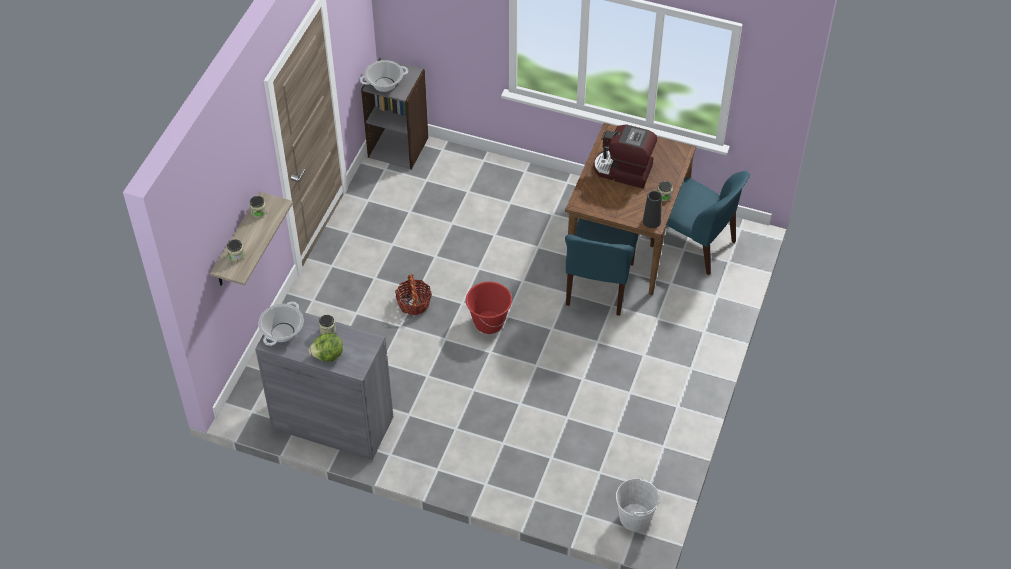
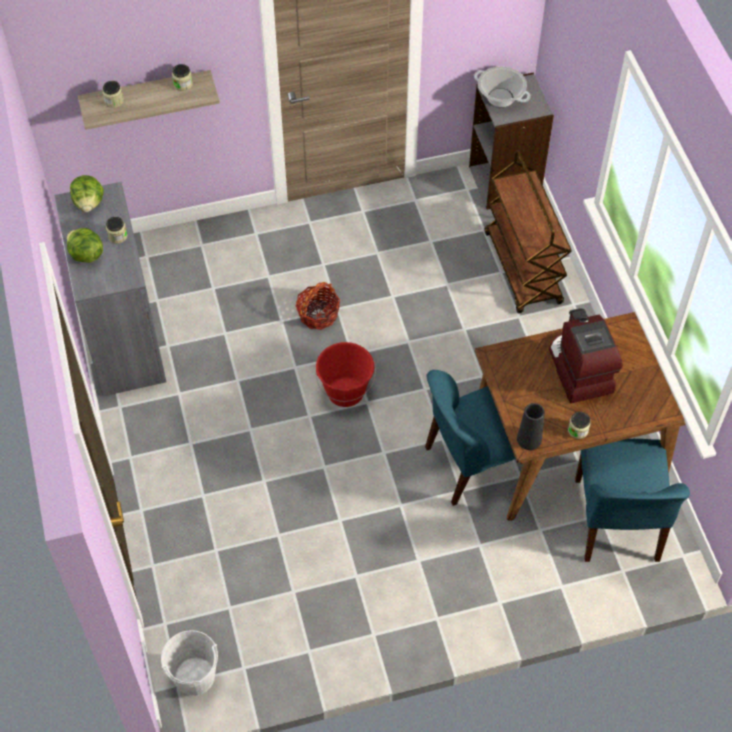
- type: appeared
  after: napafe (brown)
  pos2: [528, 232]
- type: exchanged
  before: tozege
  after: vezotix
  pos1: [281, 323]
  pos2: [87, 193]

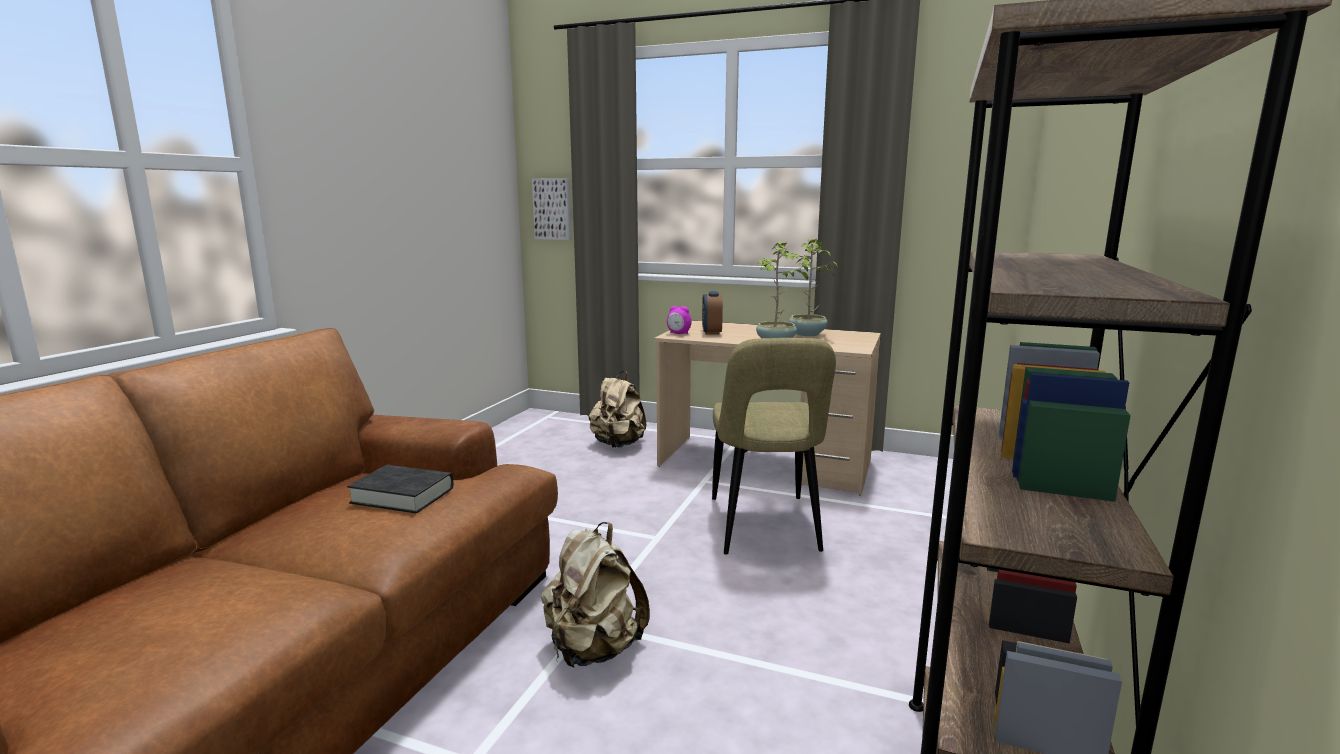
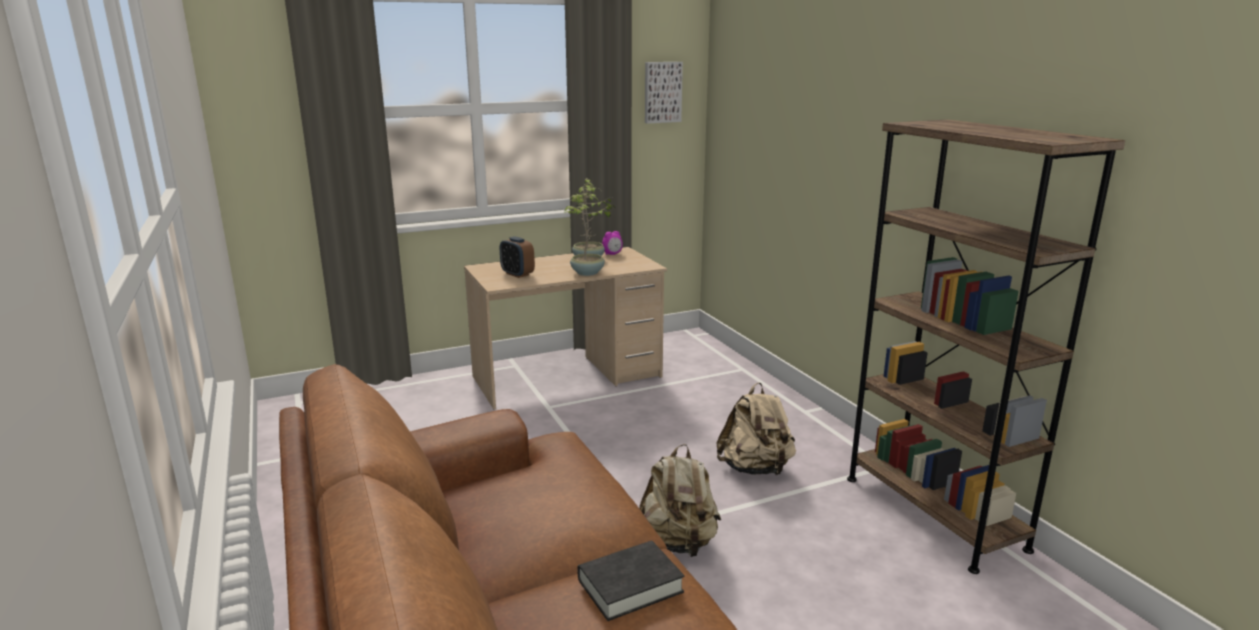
- type: missing
  before: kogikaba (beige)
  pos1: [774, 446]
- type: relocated
  before: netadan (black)
  pos1: [400, 489]
  pos2: [631, 581]
- type: relocated
  before: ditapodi
  pos1: [552, 209]
  pos2: [664, 93]
- type: relocated
  before: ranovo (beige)
  pos1: [617, 409]
  pos2: [756, 428]
- type: relocated
  before: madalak
  pos1: [679, 320]
  pos2: [612, 243]

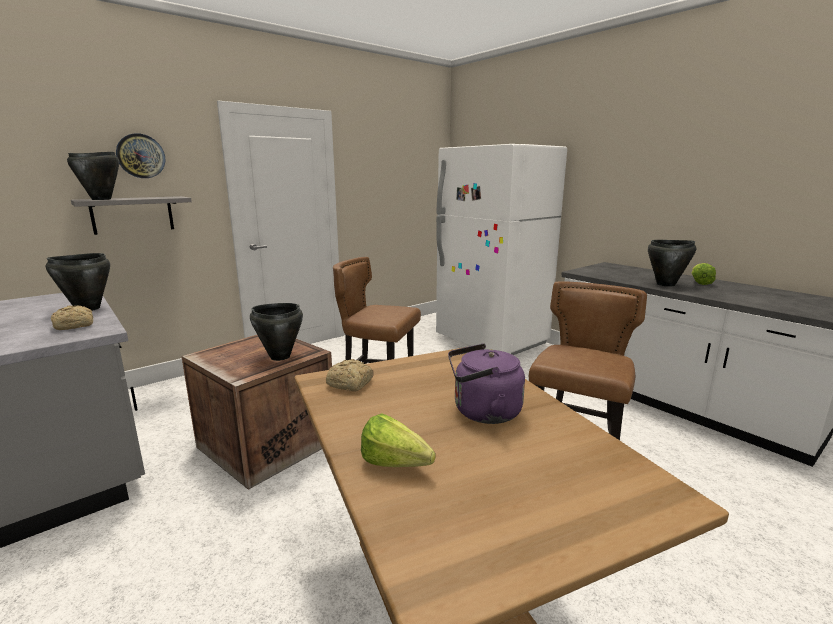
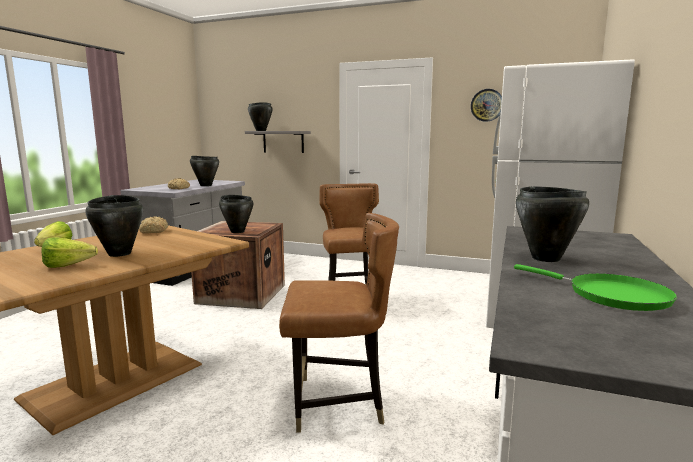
- type: appeared
  after: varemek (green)
  pos2: [595, 287]
- type: relocated
  before: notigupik
  pos1: [140, 155]
  pos2: [486, 105]
- type: relocated
  before: vezotix
  pos1: [704, 274]
  pos2: [69, 252]
- type: exchanged
  before: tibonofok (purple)
  after: tozege (black)
  pos1: [486, 384]
  pos2: [114, 226]

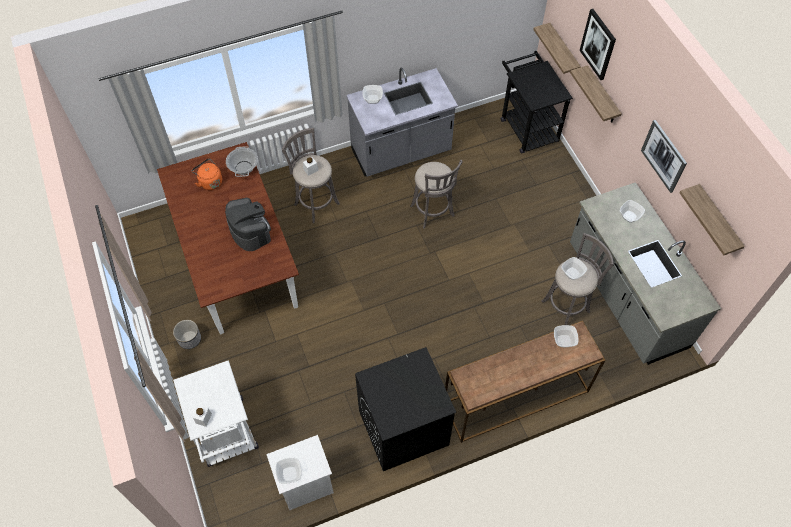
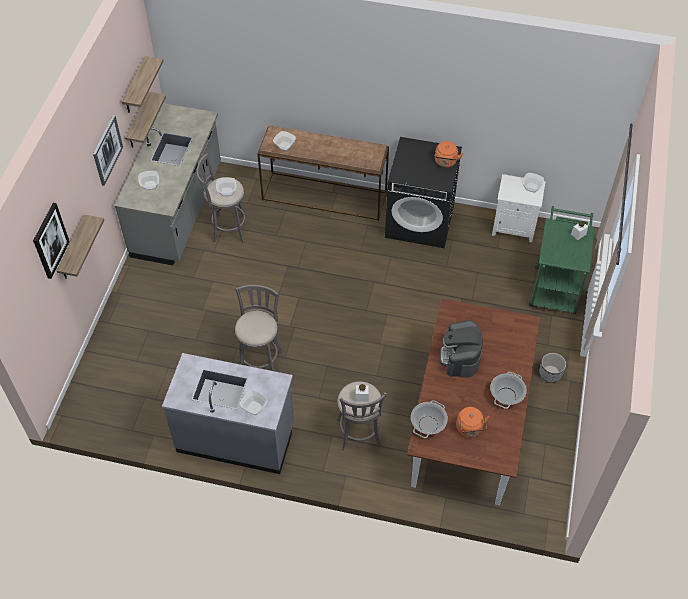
- type: missing
  before: napafe (black)
  pos1: [537, 102]
- type: appeared
  after: tibonofok (orange)
  pos2: [449, 154]
- type: appeared
  after: tozege
  pos2: [508, 390]
- type: relocated
  before: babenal
  pos1: [557, 50]
  pos2: [145, 120]
- type: colour
  before: napafe (white)
  after: napafe (green)
  pos1: [216, 413]
  pos2: [562, 260]

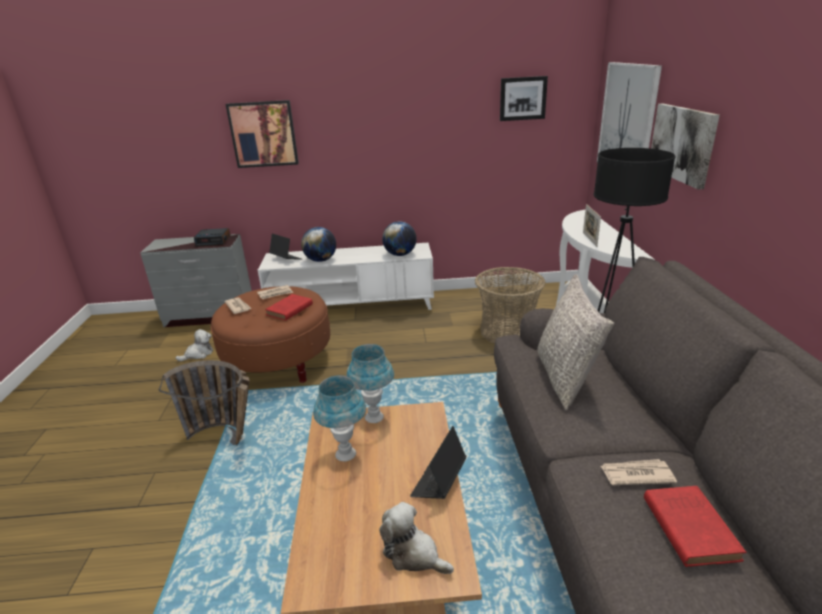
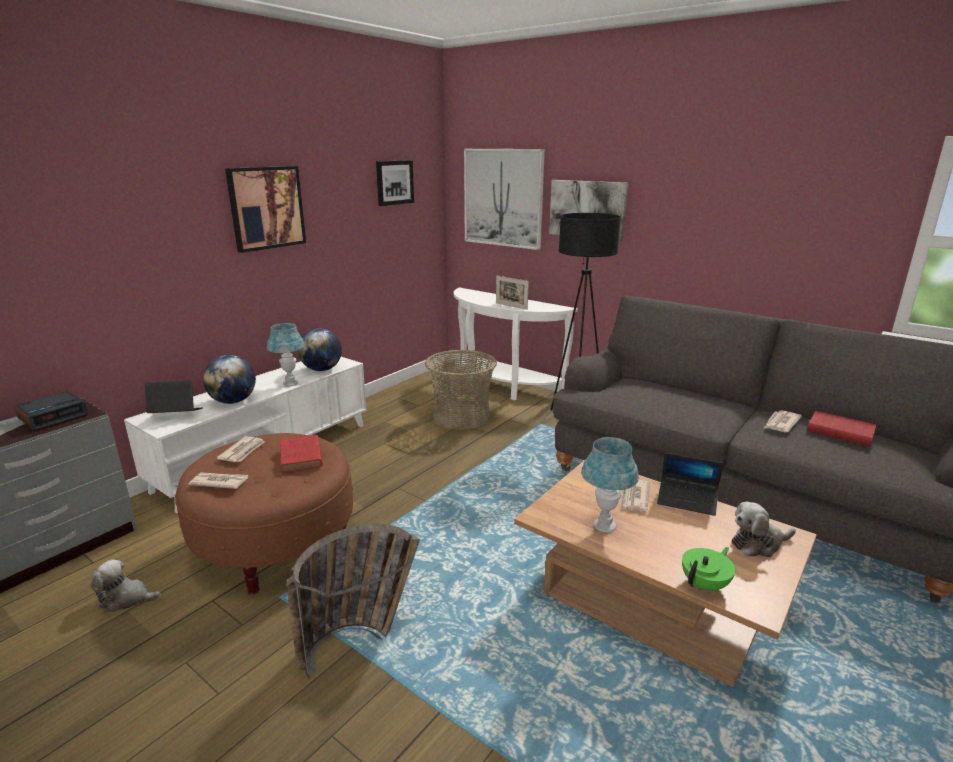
- type: missing
  before: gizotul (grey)
  pos1: [575, 342]
- type: appeared
  after: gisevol
  pos2: [635, 495]
- type: appeared
  after: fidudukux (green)
  pos2: [709, 570]
- type: relocated
  before: ditapodi
  pos1: [262, 134]
  pos2: [265, 209]
- type: relocated
  before: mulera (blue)
  pos1: [370, 383]
  pos2: [286, 354]
- type: spun
  before: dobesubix
  pos1: [194, 345]
  pos2: [125, 586]
  turn: -90
- type: spun
  before: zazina
  pos1: [438, 462]
  pos2: [690, 484]
  turn: -45

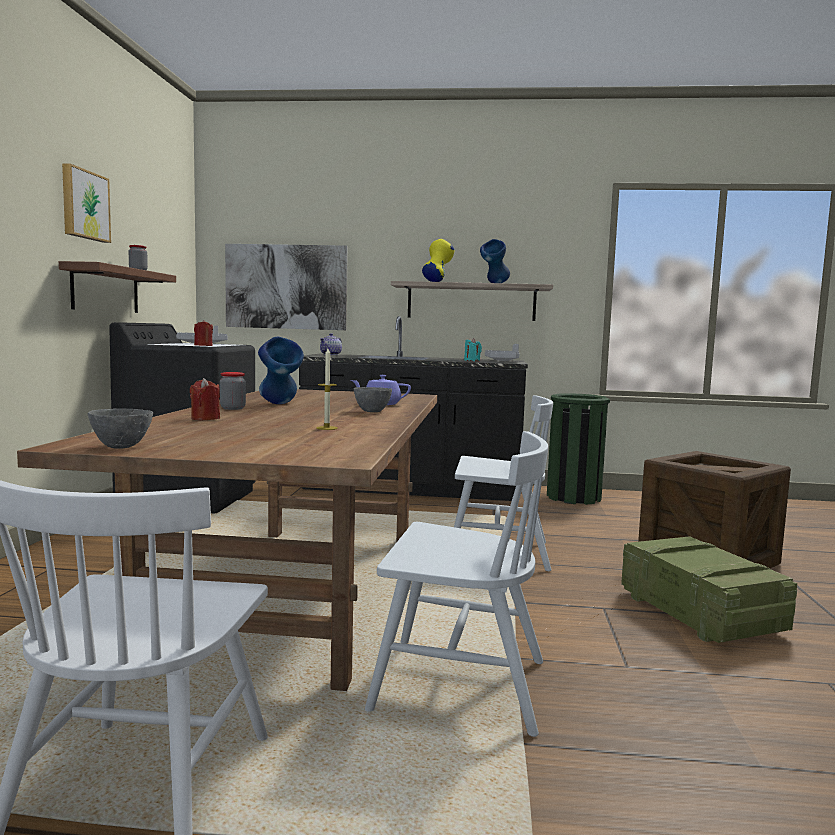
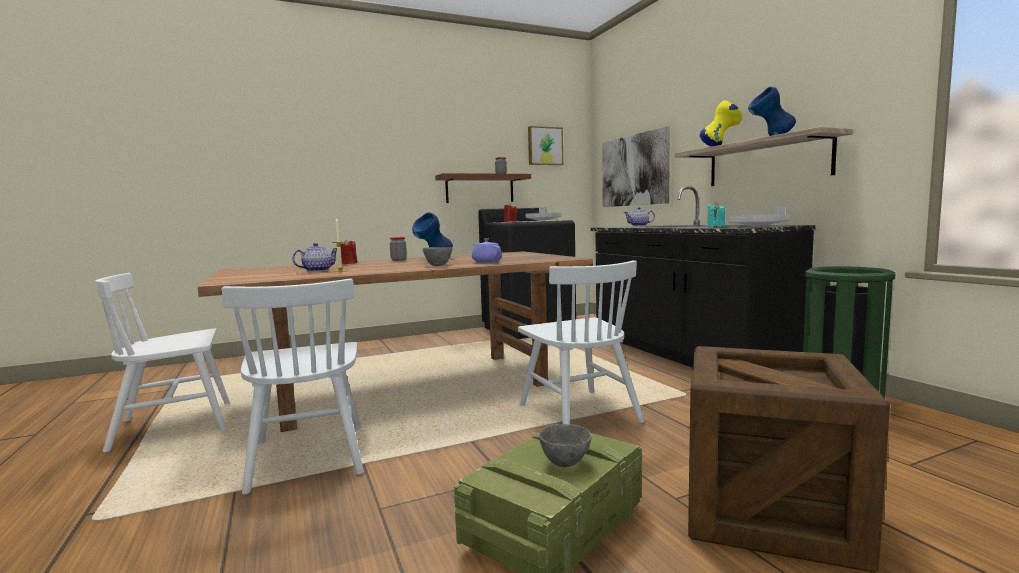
- type: appeared
  after: fidudukux
  pos2: [314, 257]
- type: relocated
  before: ditapodi
  pos1: [86, 203]
  pos2: [545, 145]
- type: relocated
  before: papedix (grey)
  pos1: [120, 428]
  pos2: [565, 445]

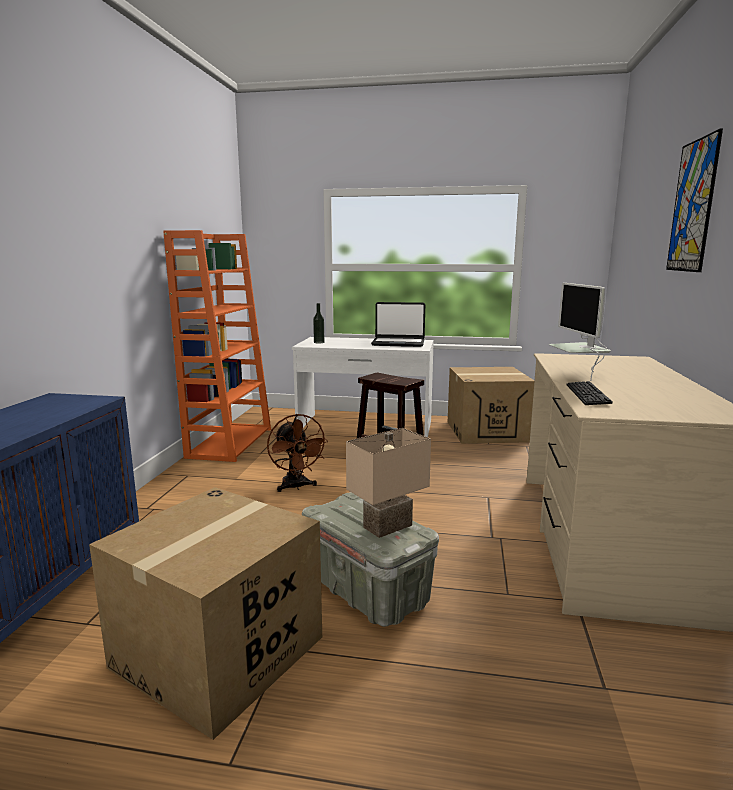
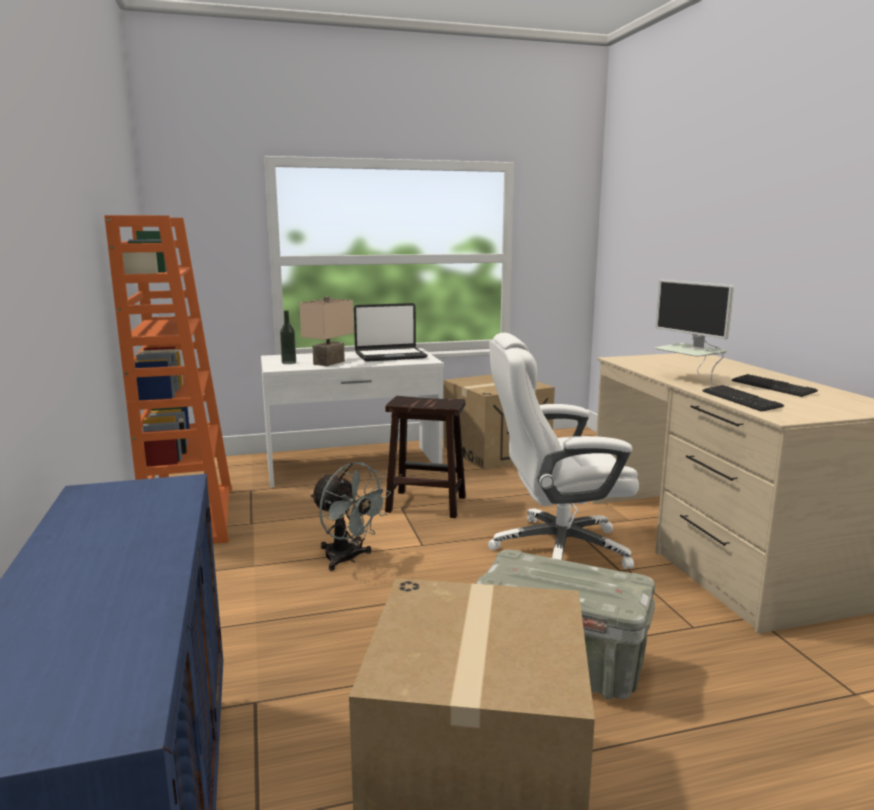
- type: missing
  before: ditapodi
  pos1: [694, 200]
- type: appeared
  after: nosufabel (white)
  pos2: [563, 451]
- type: appeared
  after: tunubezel
  pos2: [775, 385]
- type: relocated
  before: mulera (beige)
  pos1: [388, 483]
  pos2: [326, 331]
- type: colour
  before: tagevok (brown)
  after: tagevok (grey)
  pos1: [297, 453]
  pos2: [350, 516]

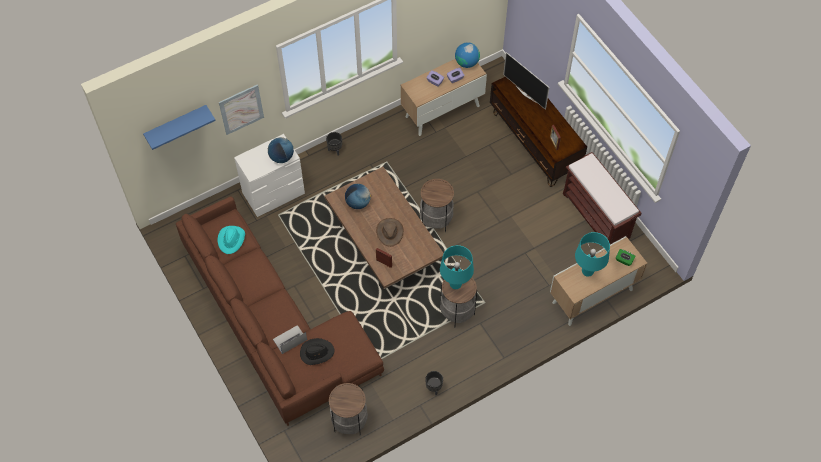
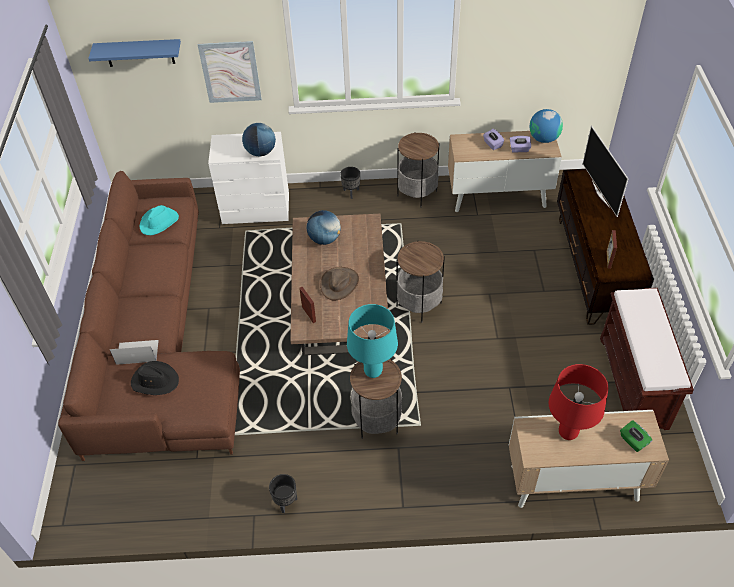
- type: relocated
  before: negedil
  pos1: [348, 409]
  pos2: [418, 170]
- type: colour
  before: mulera (turquoise)
  after: mulera (red)
  pos1: [592, 254]
  pos2: [578, 402]

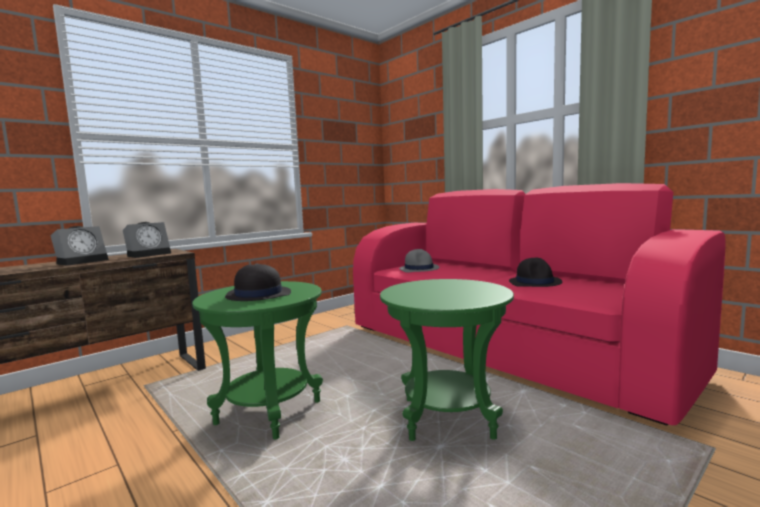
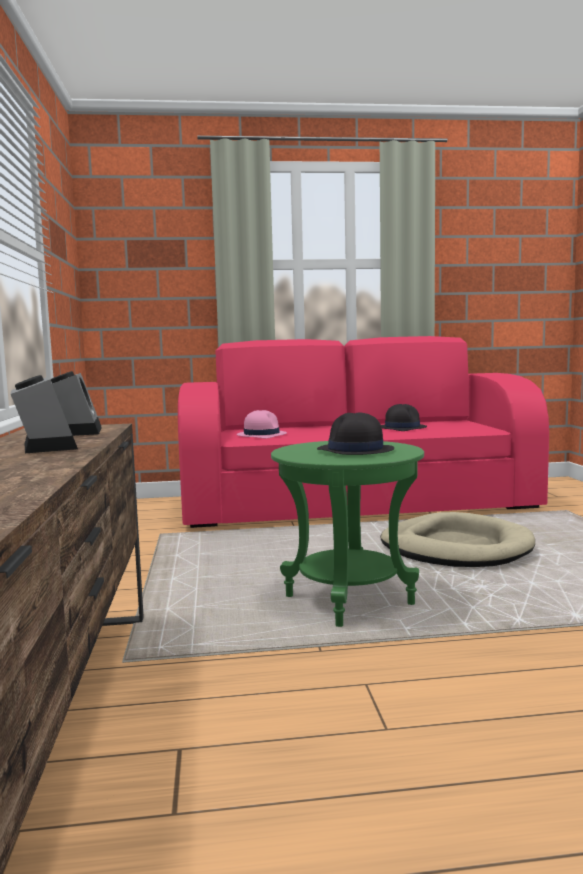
- type: exchanged
  before: negedil (green)
  after: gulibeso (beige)
  pos1: [447, 360]
  pos2: [457, 539]
- type: colour
  before: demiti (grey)
  after: demiti (pink)
  pos1: [419, 261]
  pos2: [262, 424]

